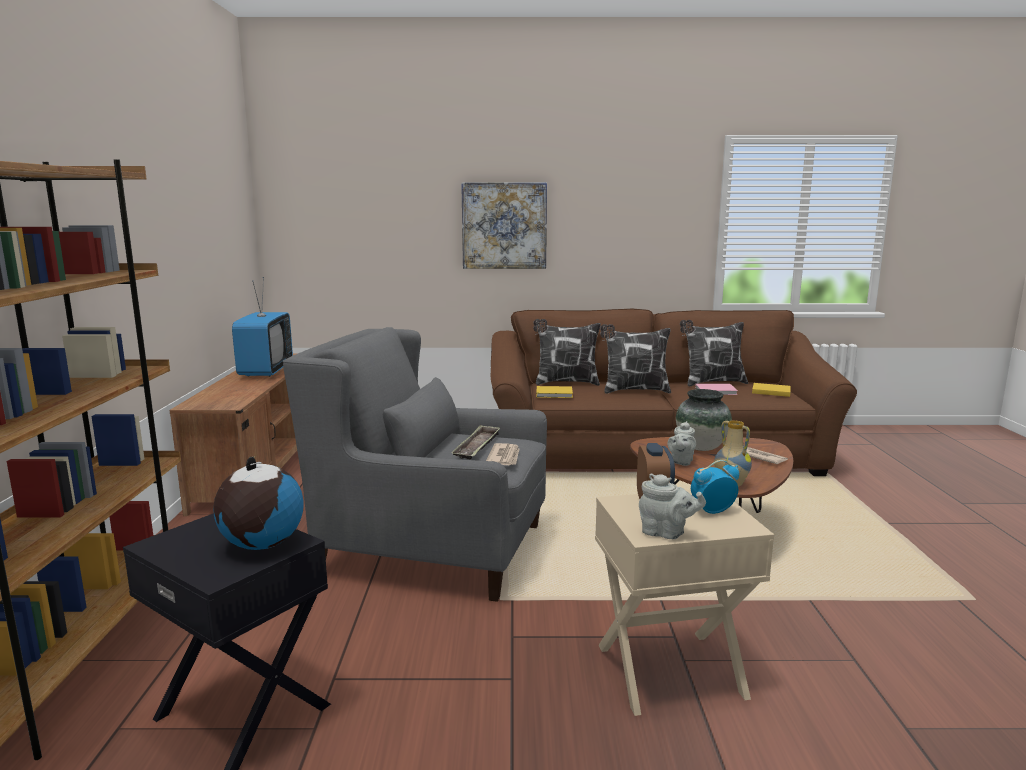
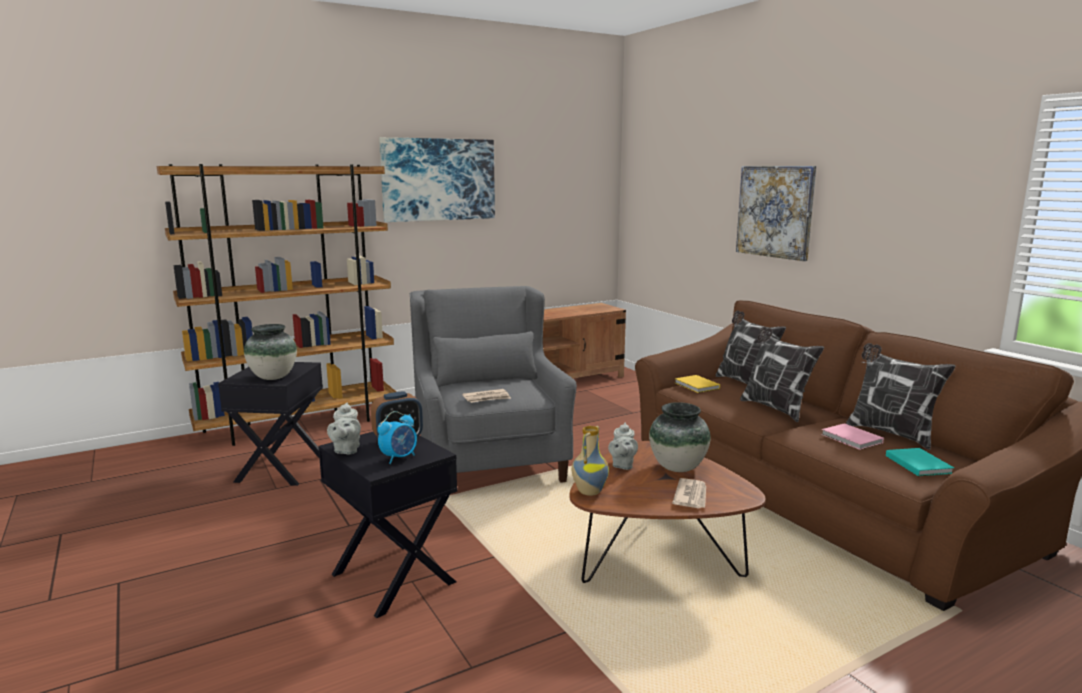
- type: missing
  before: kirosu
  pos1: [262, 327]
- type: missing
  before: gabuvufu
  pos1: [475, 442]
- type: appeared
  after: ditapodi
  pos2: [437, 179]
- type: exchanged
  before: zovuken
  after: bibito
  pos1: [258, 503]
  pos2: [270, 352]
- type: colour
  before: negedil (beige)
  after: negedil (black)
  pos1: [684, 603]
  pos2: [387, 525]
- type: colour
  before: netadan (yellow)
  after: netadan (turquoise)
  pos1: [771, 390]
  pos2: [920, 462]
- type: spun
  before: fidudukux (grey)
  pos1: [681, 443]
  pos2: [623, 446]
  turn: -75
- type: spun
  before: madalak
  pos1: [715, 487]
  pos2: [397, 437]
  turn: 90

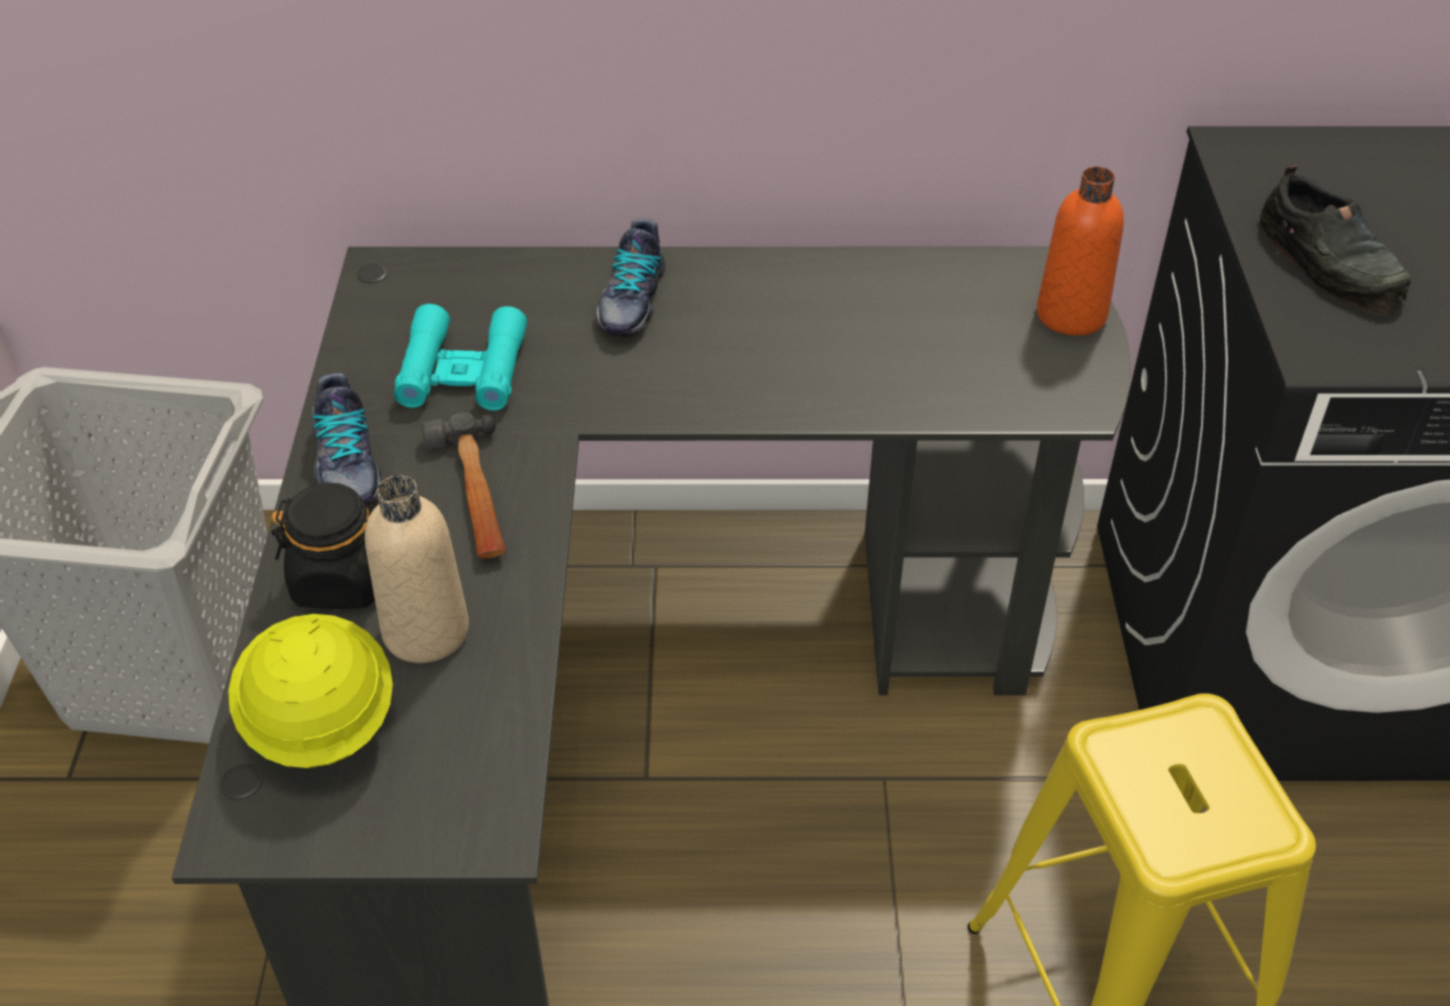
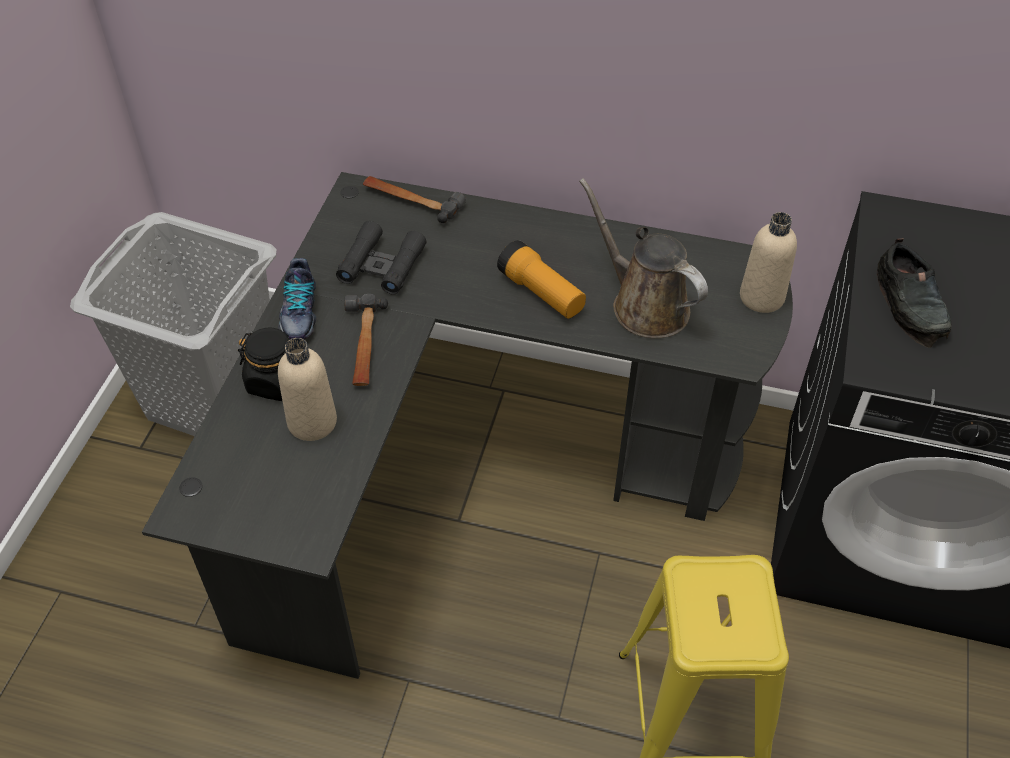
- type: missing
  before: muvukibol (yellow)
  pos1: [310, 691]
- type: missing
  before: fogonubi
  pos1: [629, 278]
- type: appeared
  after: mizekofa
  pos2: [414, 199]
- type: appeared
  after: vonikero
  pos2: [541, 279]
- type: appeared
  after: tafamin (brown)
  pos2: [643, 258]
- type: colour
  before: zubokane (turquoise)
  after: zubokane (black)
  pos1: [460, 357]
  pos2: [381, 258]
- type: colour
  before: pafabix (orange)
  after: pafabix (beige)
  pos1: [1080, 251]
  pos2: [768, 262]

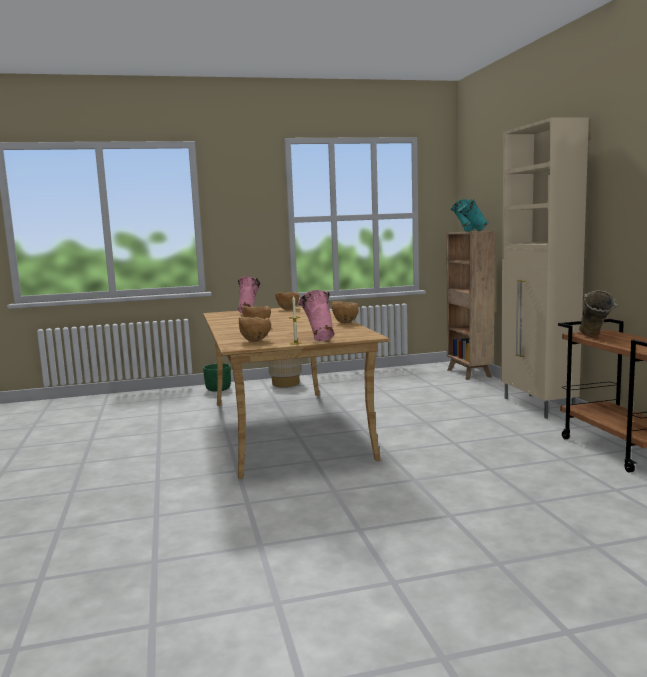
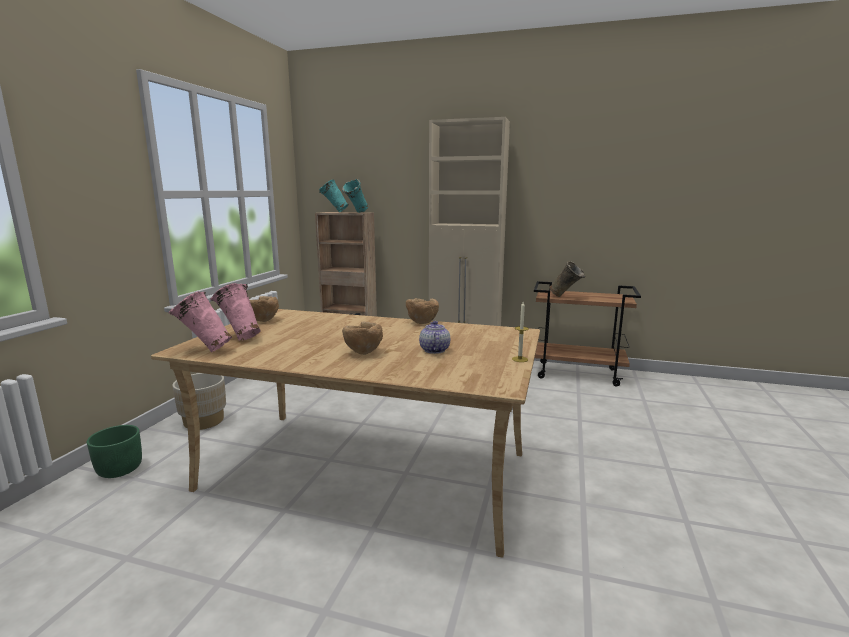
- type: missing
  before: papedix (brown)
  pos1: [255, 329]
- type: appeared
  after: fidudukux
  pos2: [434, 337]
- type: relocated
  before: bibito (pink)
  pos1: [316, 315]
  pos2: [200, 321]

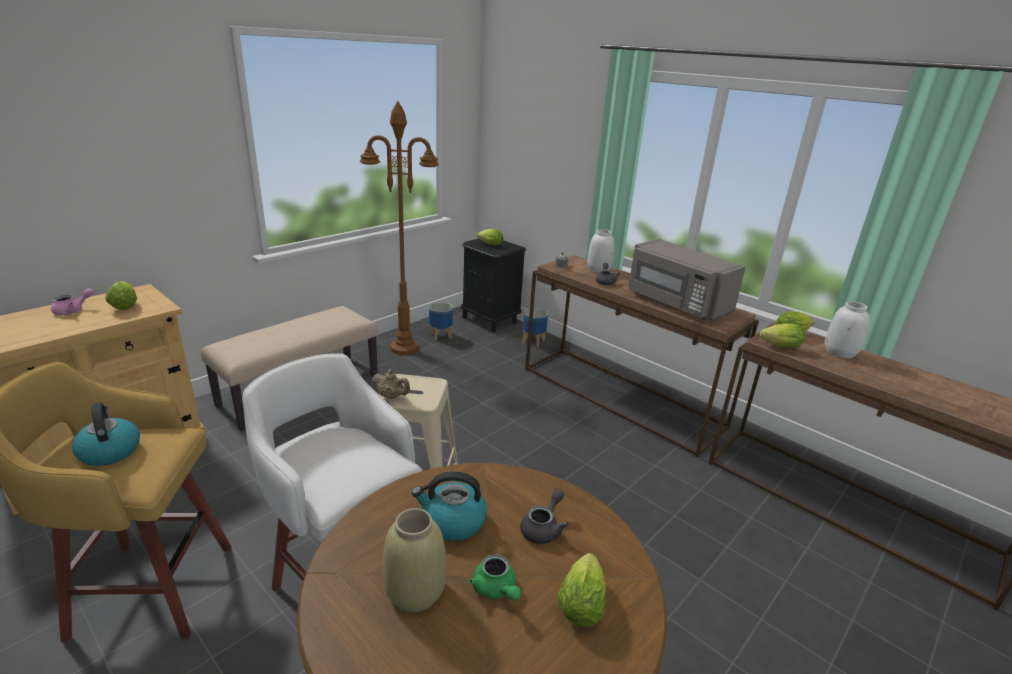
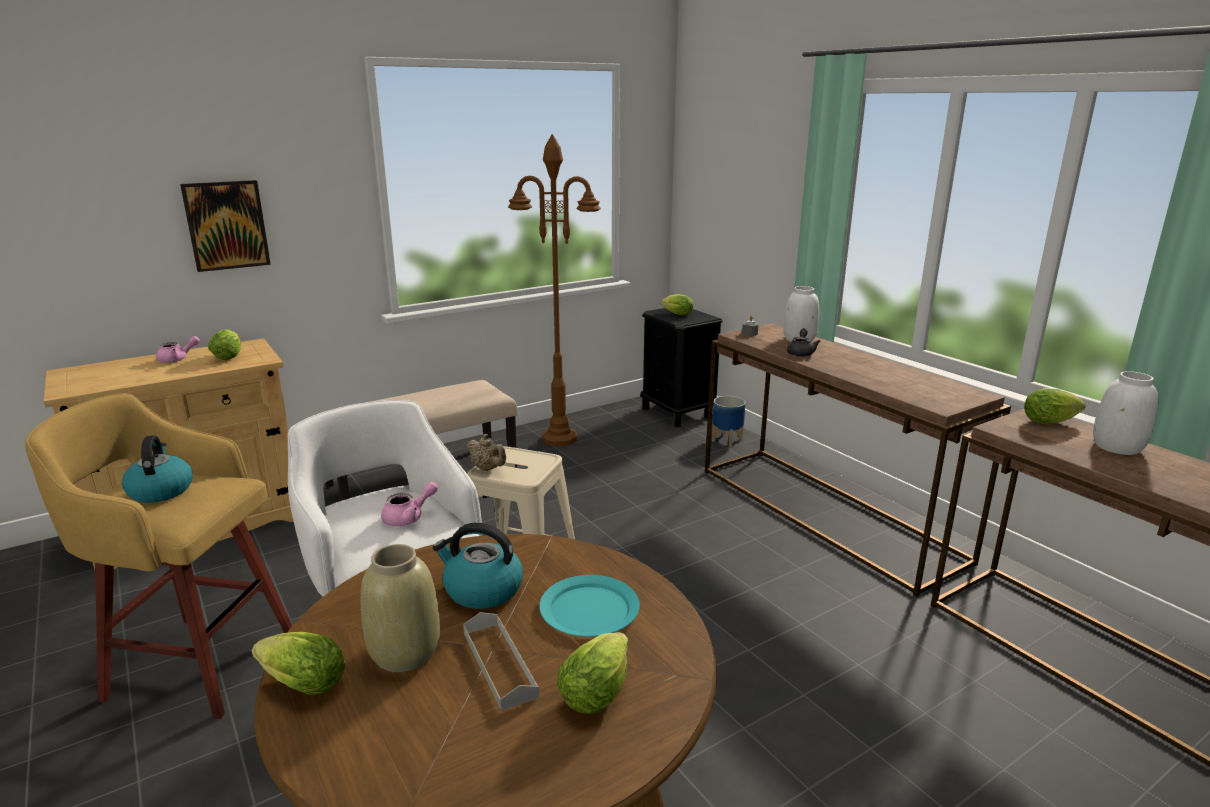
- type: missing
  before: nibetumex
  pos1: [441, 321]
- type: missing
  before: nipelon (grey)
  pos1: [687, 279]
- type: appeared
  after: ditapodi
  pos2: [225, 226]
- type: appeared
  after: fidudukux (pink)
  pos2: [409, 504]
- type: relocated
  before: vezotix
  pos1: [782, 335]
  pos2: [298, 663]
- type: exchanged
  before: fidudukux (green)
  after: gabuvufu (grey)
  pos1: [495, 577]
  pos2: [501, 661]
- type: exchanged
  before: fidudukux (grey)
  after: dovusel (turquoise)
  pos1: [544, 516]
  pos2: [589, 606]

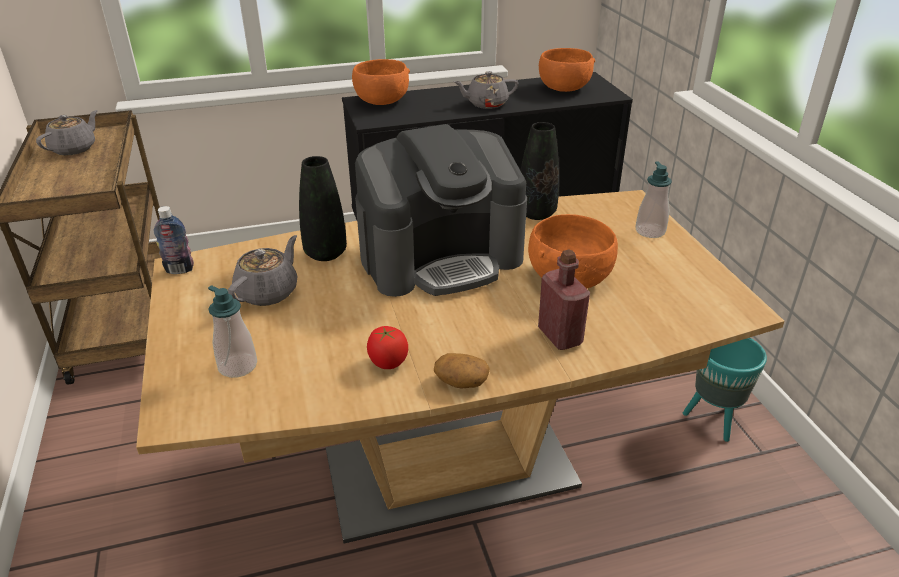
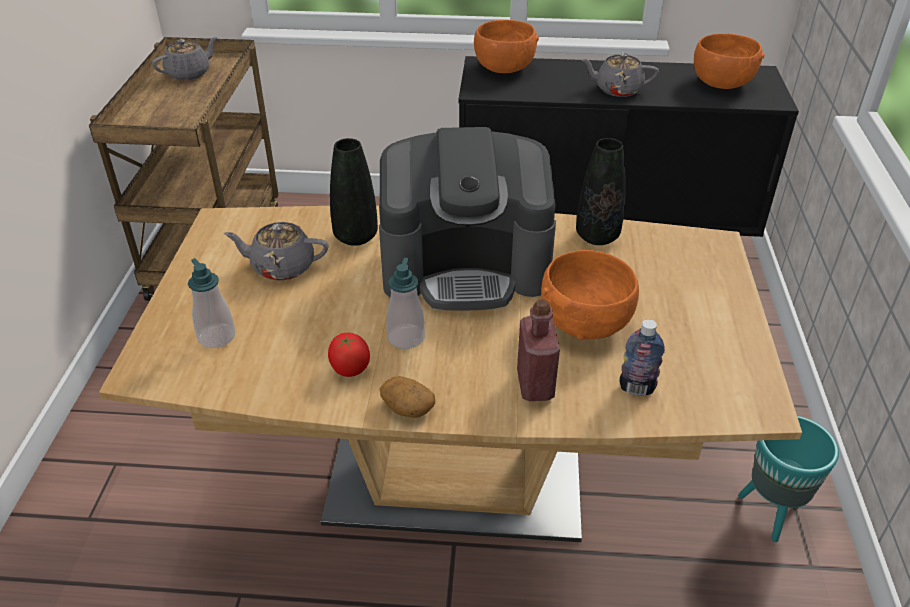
- type: relocated
  before: pafabix
  pos1: [174, 240]
  pos2: [642, 357]
- type: relocated
  before: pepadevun
  pos1: [653, 200]
  pos2: [406, 303]
- type: spun
  before: fidudukux (grey)
  pos1: [263, 270]
  pos2: [276, 251]
  turn: -135

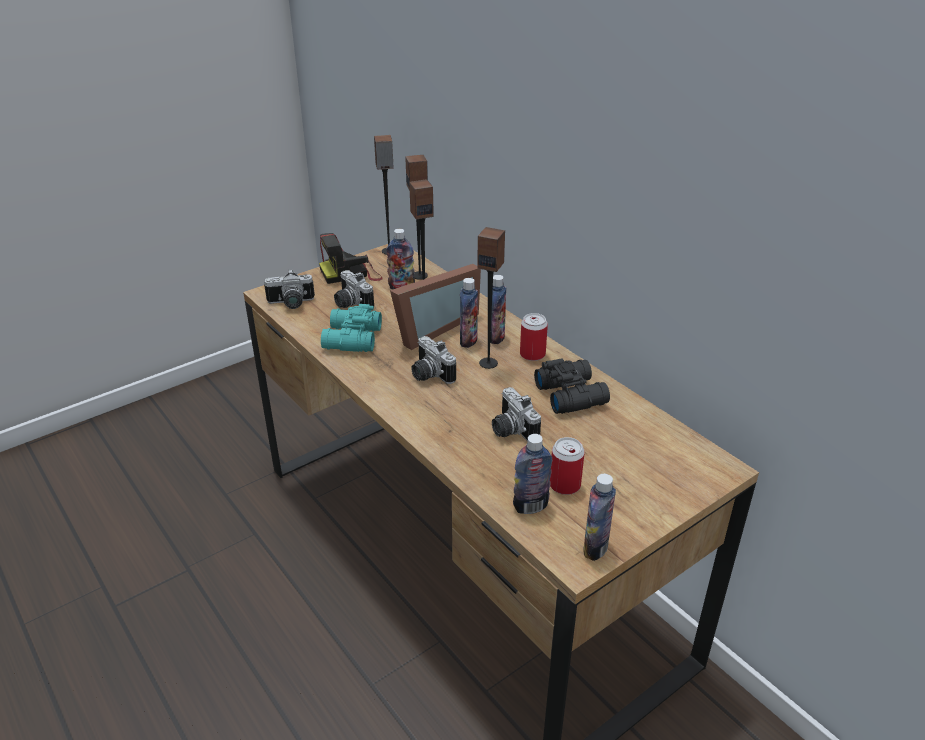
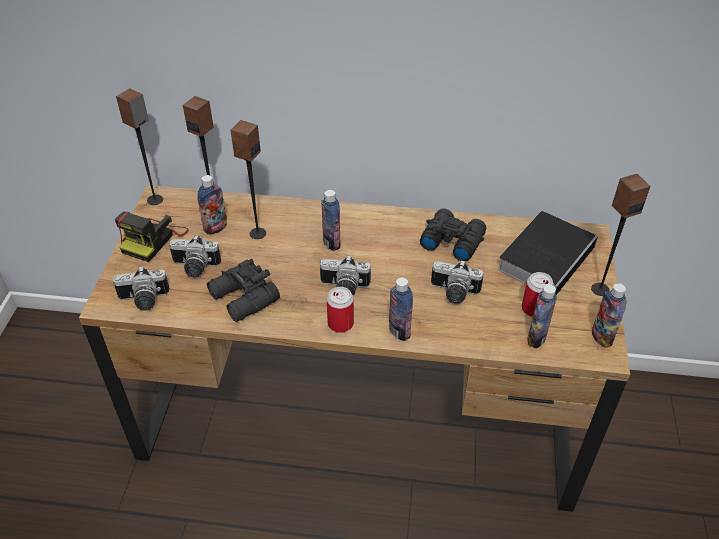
- type: missing
  before: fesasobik
  pos1: [435, 307]
- type: appeared
  after: netadan
  pos2: [548, 253]
- type: relocated
  before: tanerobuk
  pos1: [491, 298]
  pos2: [620, 235]
- type: relocated
  before: pafabix
  pos1: [498, 309]
  pos2: [401, 309]
- type: relocated
  before: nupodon
  pos1: [534, 337]
  pos2: [340, 310]
- type: colour
  before: zubokane (turquoise)
  after: zubokane (black)
  pos1: [351, 328]
  pos2: [243, 290]
- type: spun
  before: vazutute
  pos1: [289, 289]
  pos2: [141, 288]
  turn: 45

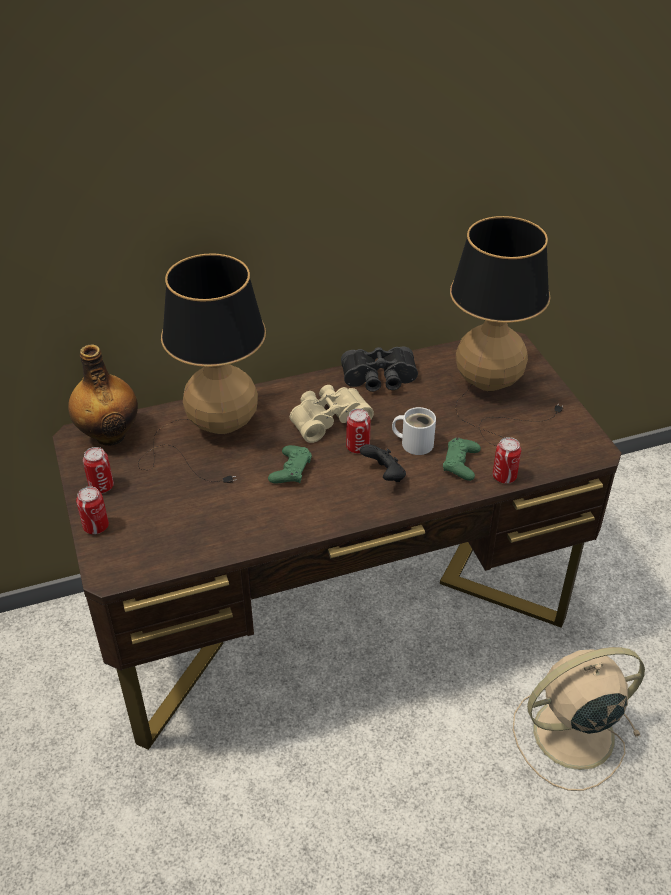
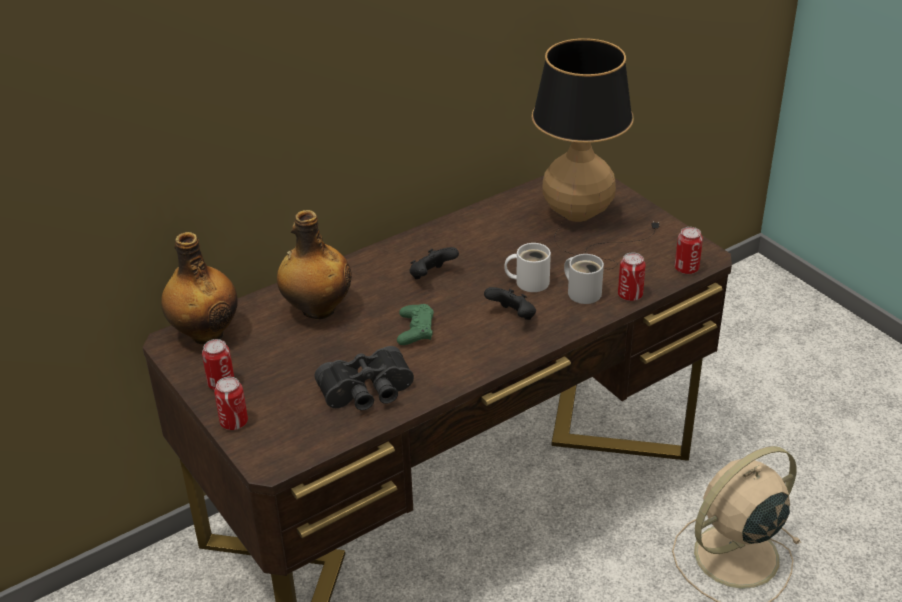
- type: relocated
  before: zubokane (black)
  pos1: [379, 369]
  pos2: [364, 378]
- type: relocated
  before: nupodon
  pos1: [358, 431]
  pos2: [689, 250]
- type: exchanged
  before: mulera
  after: pafabix
  pos1: [202, 368]
  pos2: [314, 264]
- type: exchanged
  before: zubokane (beige)
  after: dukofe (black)
  pos1: [332, 414]
  pos2: [434, 263]
- type: exchanged
  before: dukofe (green)
  after: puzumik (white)
  pos1: [462, 459]
  pos2: [584, 279]

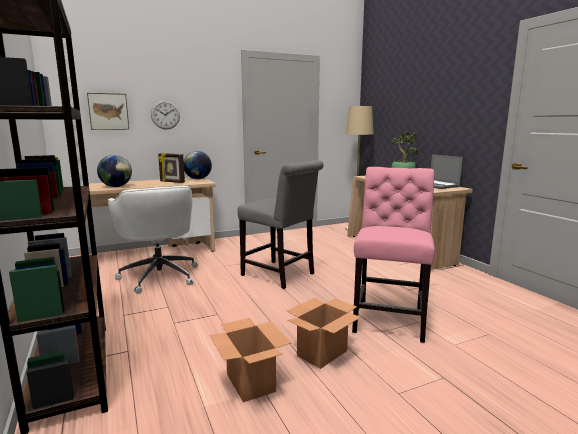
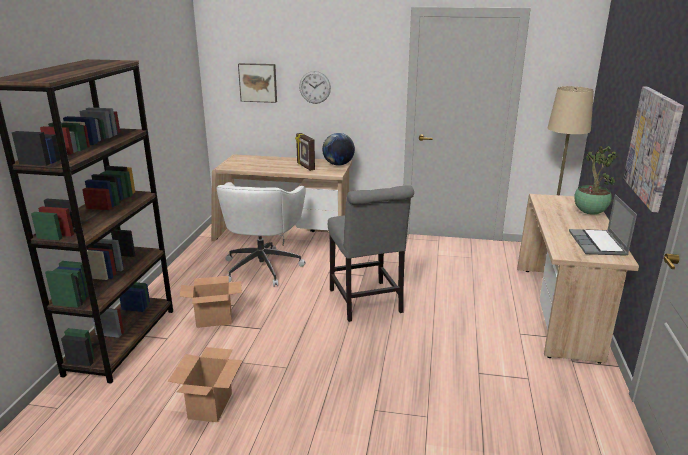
- type: missing
  before: zovuken
  pos1: [114, 171]
- type: missing
  before: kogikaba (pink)
  pos1: [393, 255]
- type: appeared
  after: ditapodi
  pos2: [653, 149]
- type: relocated
  before: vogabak
  pos1: [324, 333]
  pos2: [211, 302]

